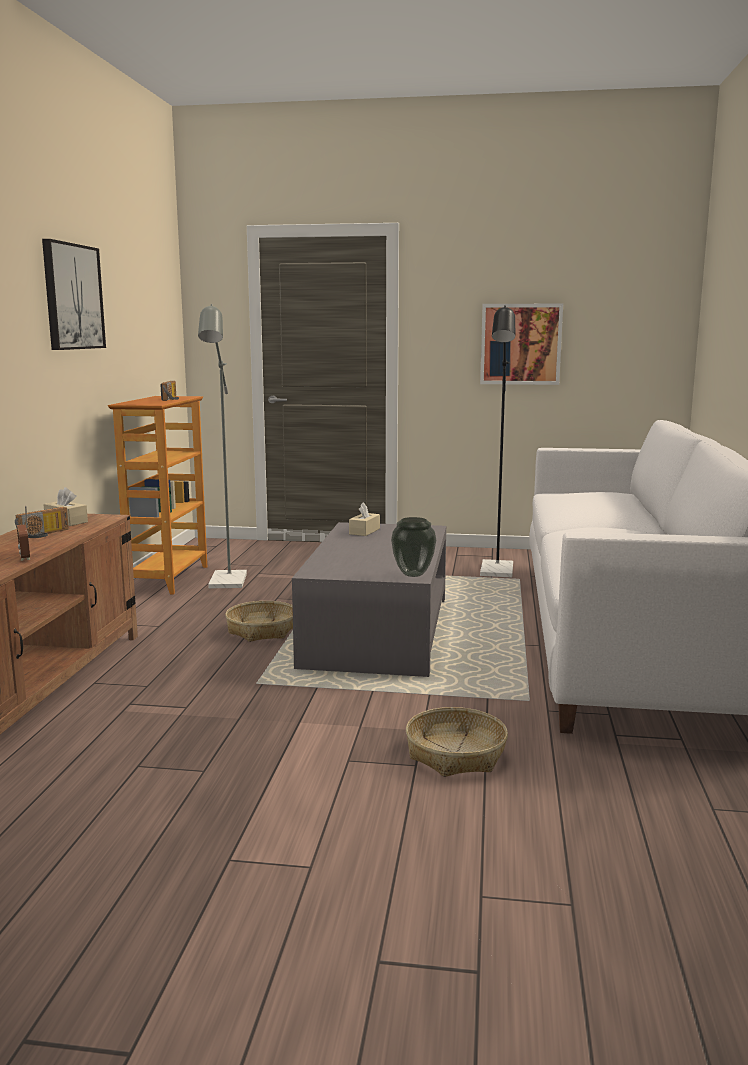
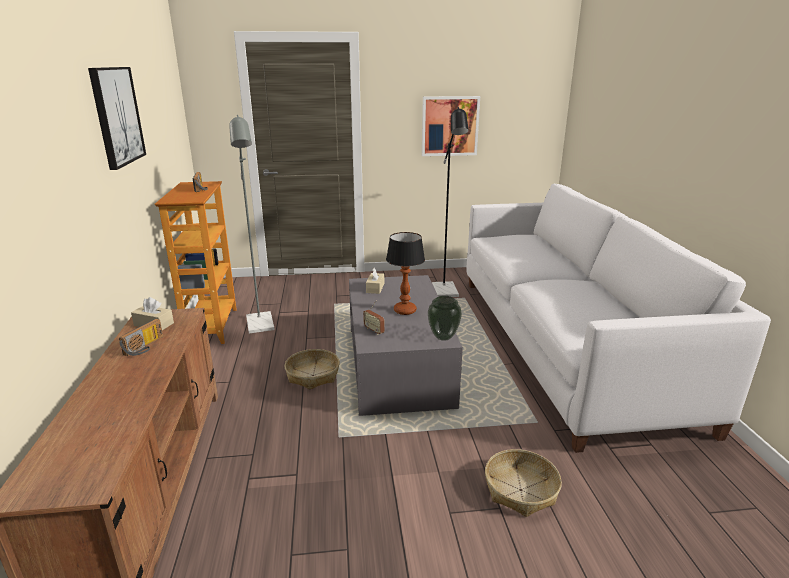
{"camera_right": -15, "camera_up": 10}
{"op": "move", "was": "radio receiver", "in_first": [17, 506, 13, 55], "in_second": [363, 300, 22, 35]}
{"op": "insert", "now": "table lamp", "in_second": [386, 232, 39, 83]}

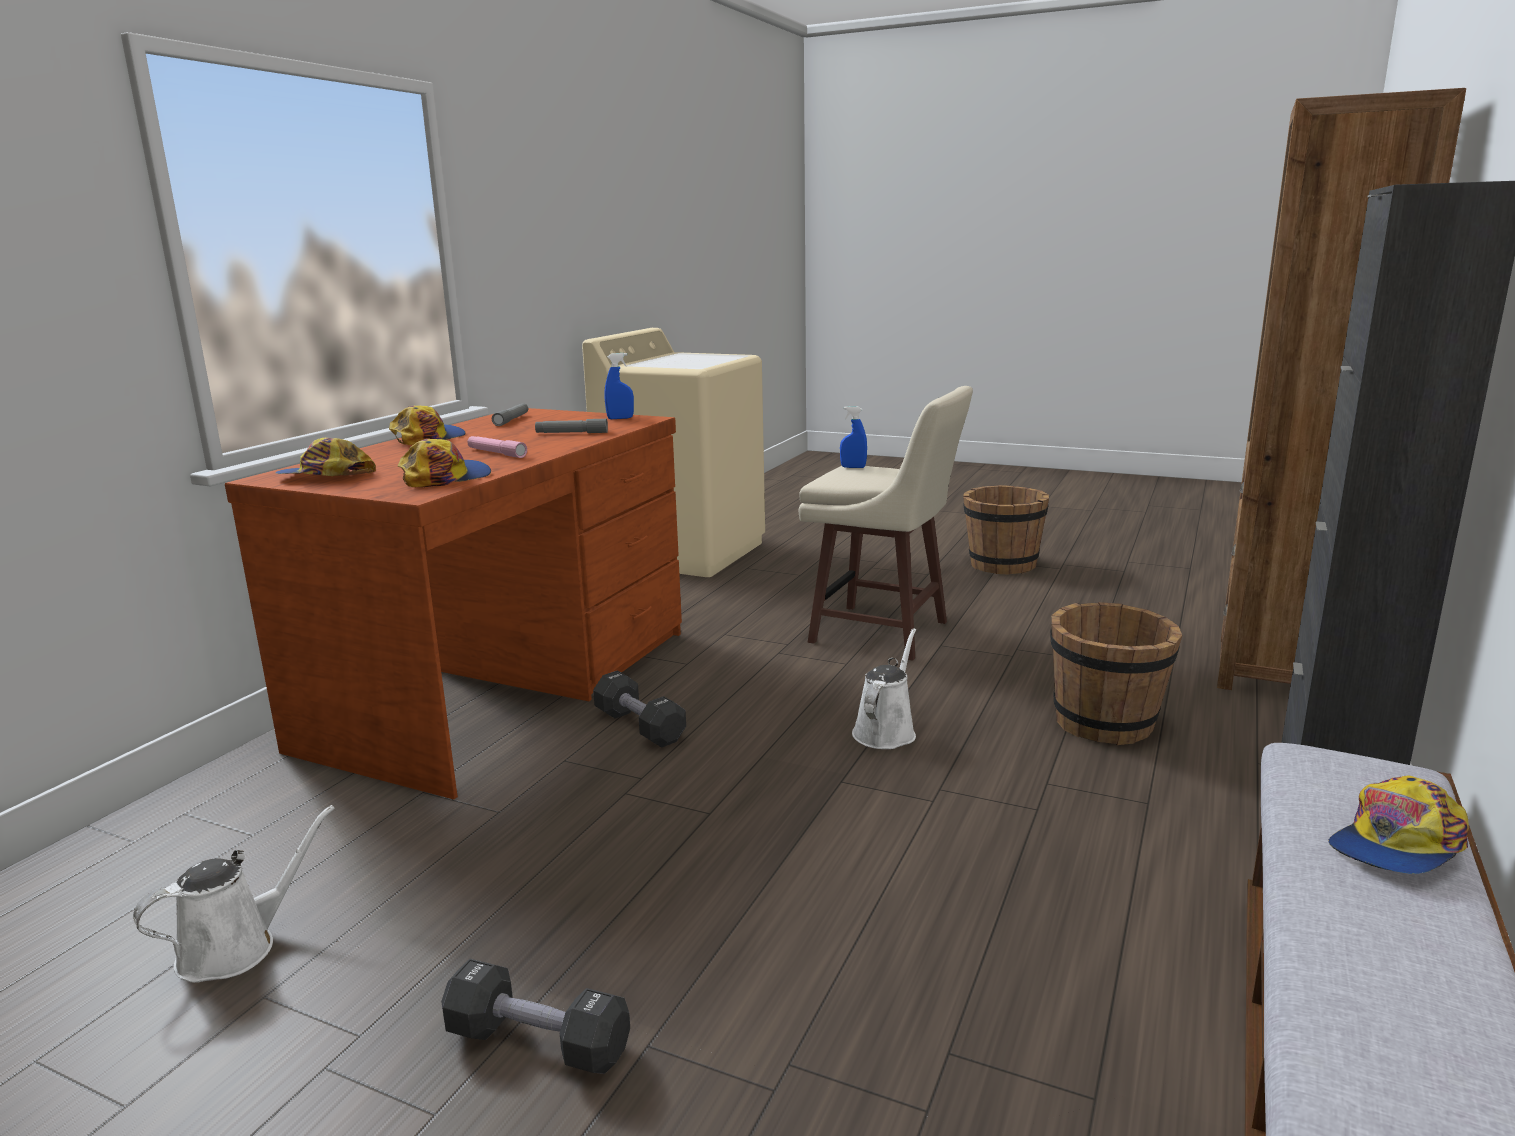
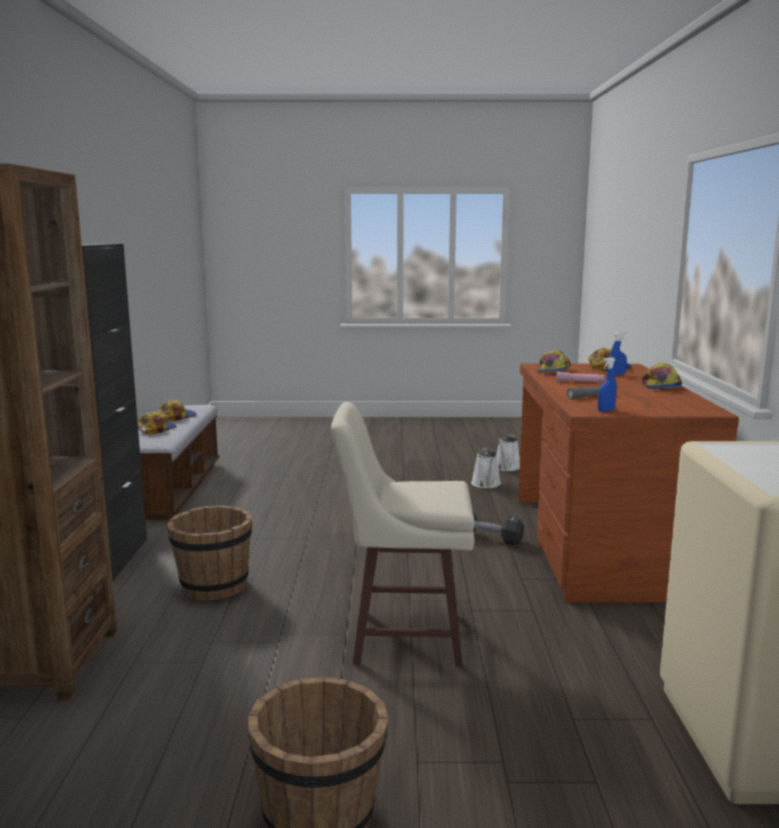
{"camera_right": 155, "camera_up": -5}
{"op": "delete", "was": "blackish hand weight", "in_first": [441, 959, 189, 115]}
{"op": "delete", "was": "grey flashlight", "in_first": [492, 403, 36, 23]}
{"op": "move", "was": "blue-coloured spray bottle", "in_first": [840, 406, 27, 62], "in_second": [609, 332, 18, 43]}
{"op": "move", "was": "white-coloured sprinkling can", "in_first": [852, 628, 64, 121], "in_second": [471, 449, 30, 39]}
{"op": "insert", "now": "cap", "in_second": [158, 401, 38, 20]}

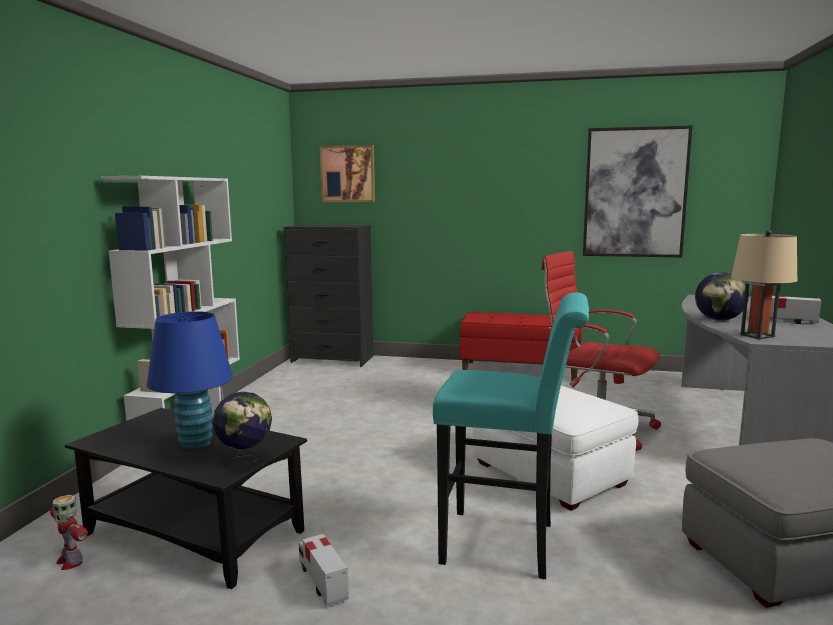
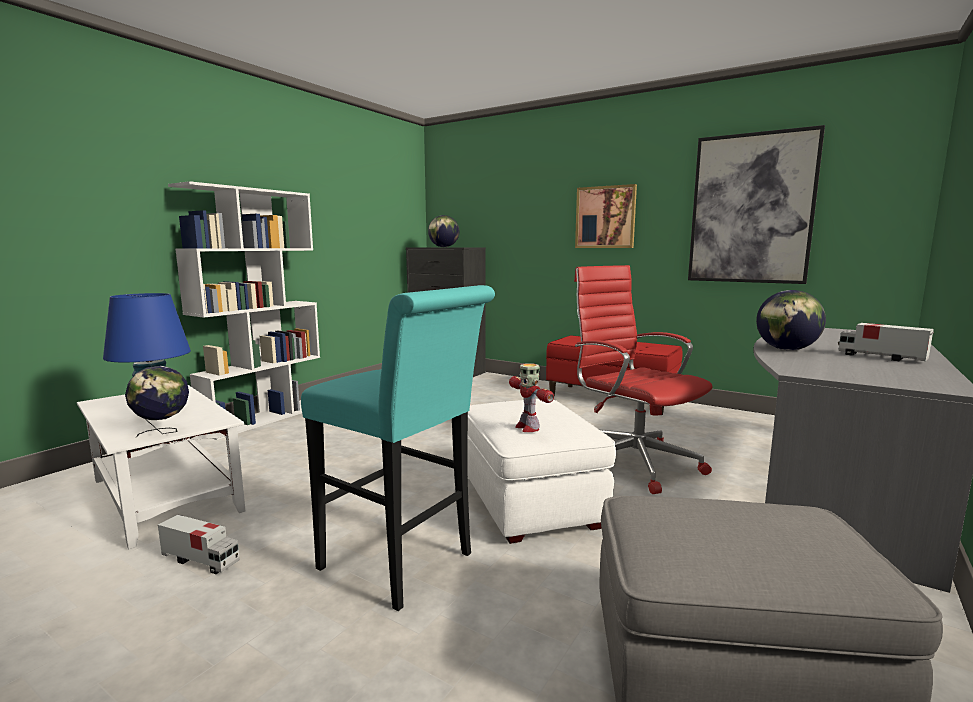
{"camera_right": 20, "camera_up": 0}
{"op": "move", "was": "robot figure", "in_first": [50, 495, 38, 75], "in_second": [509, 363, 45, 69]}
{"op": "recolor", "was": "blackish low table", "now": "white-coloured low table", "in_first": [65, 408, 242, 181], "in_second": [77, 385, 168, 164]}
{"op": "rotate", "was": "model truck", "in_first": [299, 534, 50, 72], "in_second": [158, 515, 82, 59], "clockwise": 120}
{"op": "move", "was": "picture", "in_first": [320, 145, 55, 57], "in_second": [575, 184, 62, 64]}
{"op": "delete", "was": "beige table lamp", "in_first": [731, 230, 67, 109]}
{"op": "insert", "now": "world globe", "in_second": [428, 215, 31, 32]}

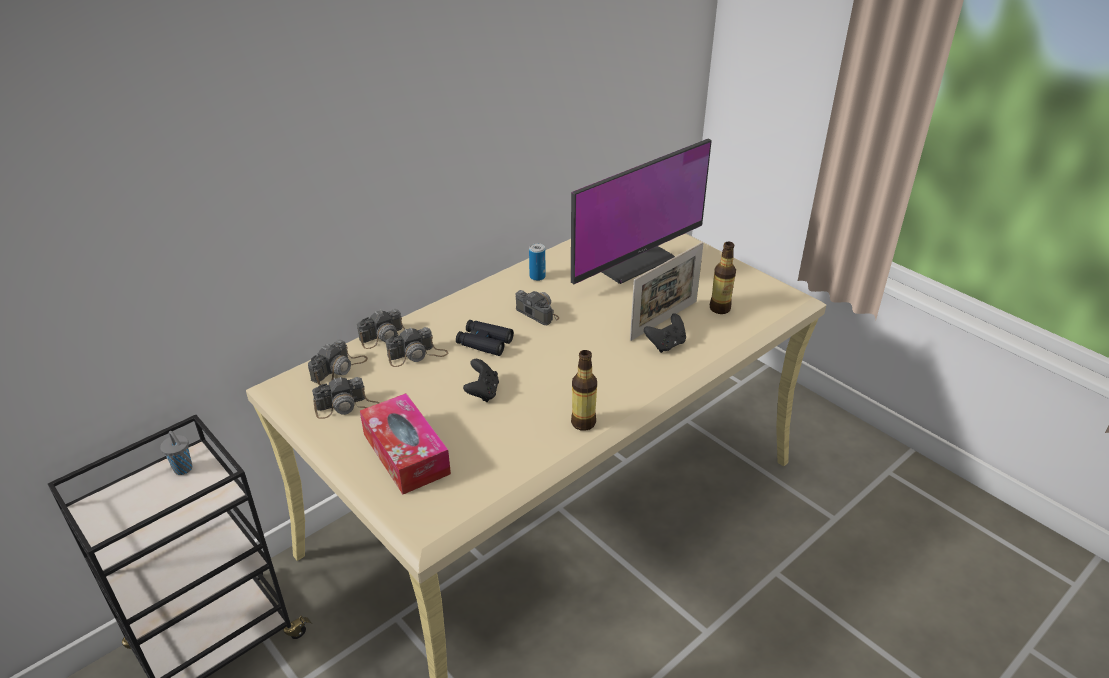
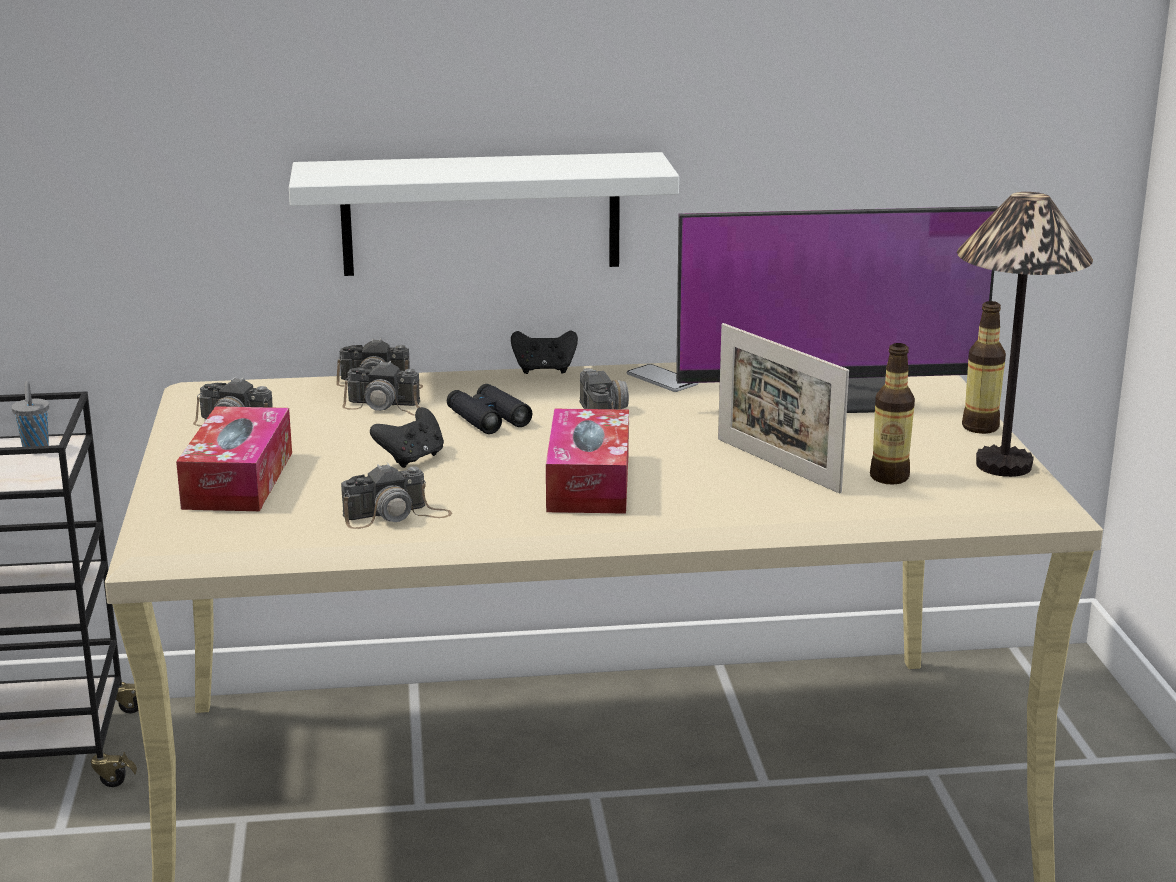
{"camera_right": 35, "camera_up": -15}
{"op": "move", "was": "still camera", "in_first": [308, 339, 60, 46], "in_second": [341, 463, 111, 66]}
{"op": "replace", "was": "can", "now": "telephone", "in_first": [529, 243, 16, 38], "in_second": [627, 364, 72, 28]}
{"op": "move", "was": "drink bottle", "in_first": [571, 350, 26, 81], "in_second": [962, 301, 44, 133]}
{"op": "rotate", "was": "photo frame", "in_first": [630, 242, 74, 99], "in_second": [718, 323, 131, 171], "clockwise": 60}
{"op": "move", "was": "blackish game controller", "in_first": [644, 313, 42, 40], "in_second": [511, 330, 67, 44]}
{"op": "insert", "now": "white-coloured wall shelf", "in_second": [289, 152, 390, 124]}
{"op": "insert", "now": "tissue box", "in_second": [546, 409, 83, 105]}
{"op": "insert", "now": "table lamp", "in_second": [957, 192, 136, 285]}

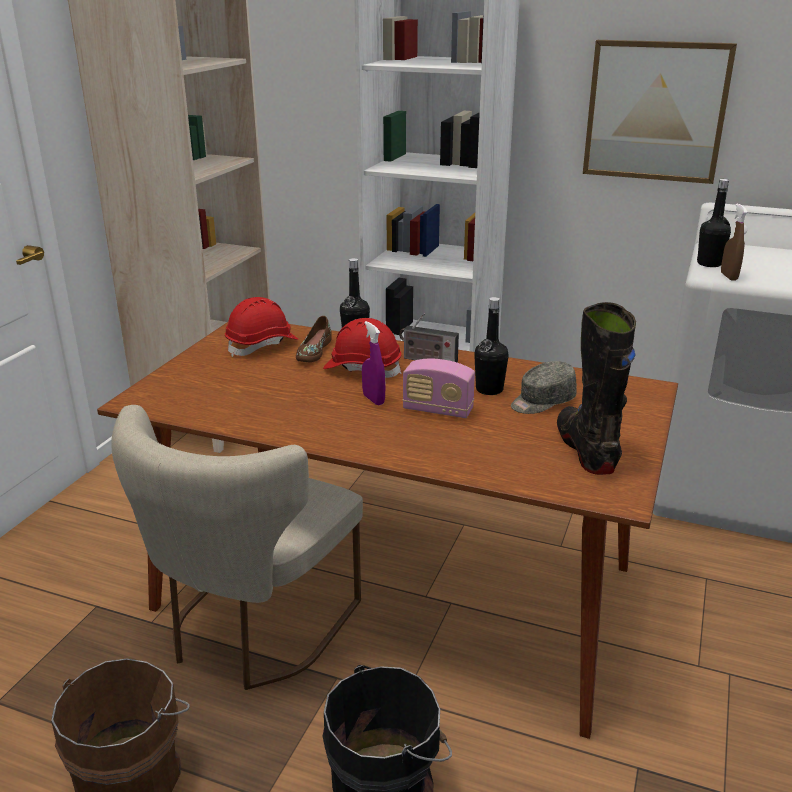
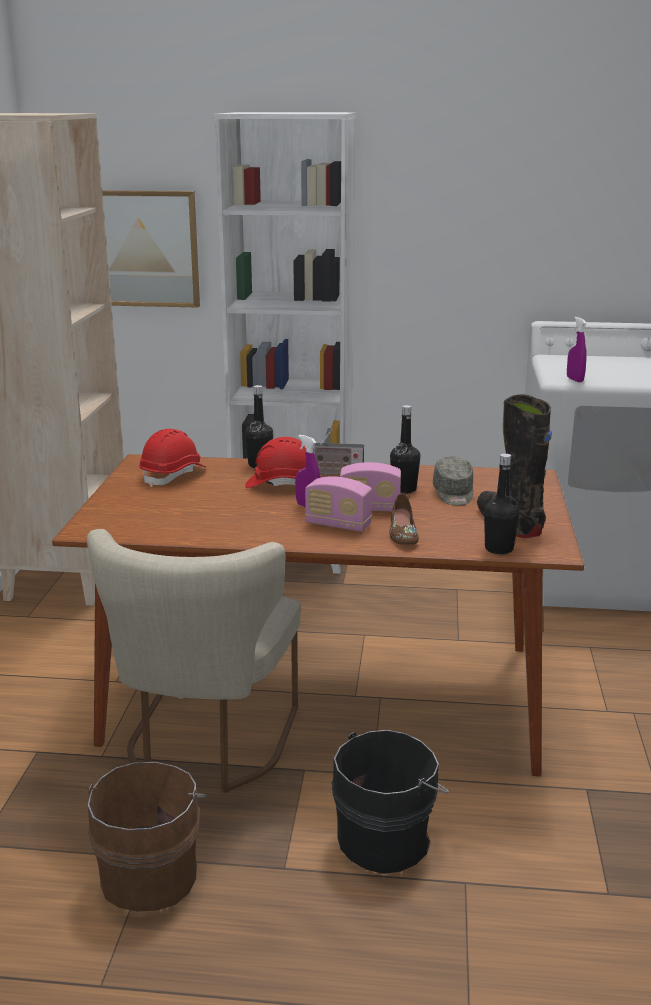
{"camera_right": -15, "camera_up": -5}
{"op": "move", "was": "brownish item of footwear", "in_first": [296, 316, 36, 47], "in_second": [389, 493, 30, 52]}
{"op": "rotate", "was": "grey cap", "in_first": [511, 361, 66, 53], "in_second": [433, 456, 41, 49], "clockwise": -45}
{"op": "move", "was": "picture", "in_first": [583, 40, 154, 144], "in_second": [102, 190, 98, 118]}
{"op": "move", "was": "blackish drink bottle", "in_first": [697, 179, 34, 88], "in_second": [484, 453, 36, 101]}
{"op": "recolor", "was": "brownish spray bottle", "now": "purple spray bottle", "in_first": [721, 203, 27, 78], "in_second": [567, 317, 20, 65]}
{"op": "insert", "now": "radio receiver", "in_second": [305, 476, 67, 56]}

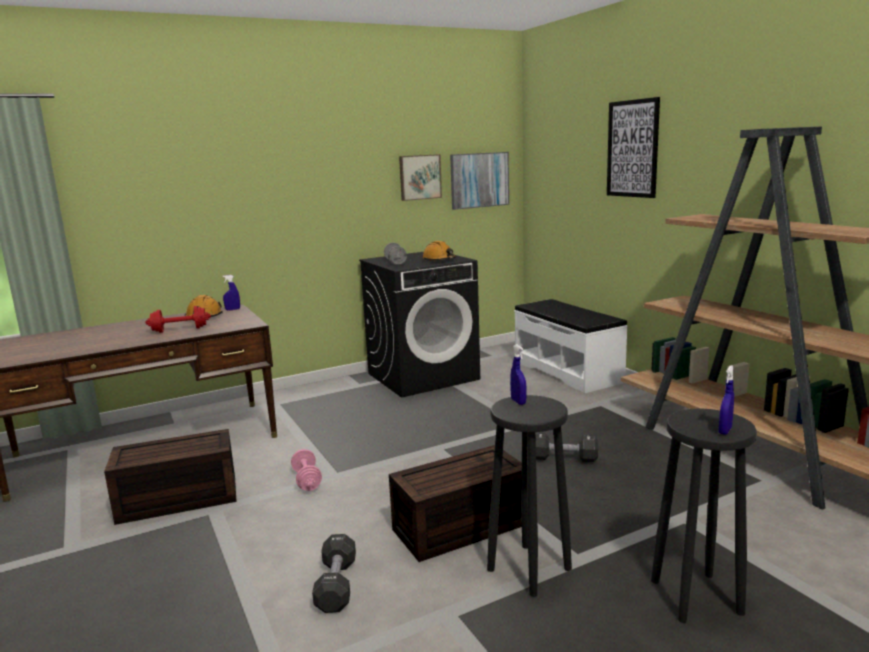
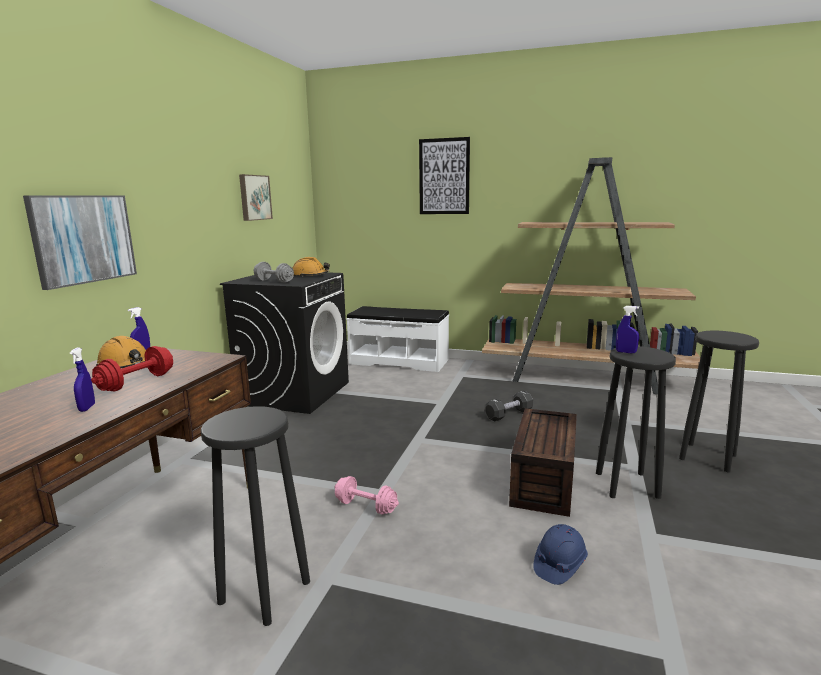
{"camera_right": -45, "camera_up": 0}
{"op": "replace", "was": "brownish storage bin", "now": "blackish stool seat", "in_first": [104, 429, 133, 96], "in_second": [201, 406, 109, 220]}
{"op": "replace", "was": "blackish hand weight", "now": "blue-coloured work helmet", "in_first": [312, 534, 44, 79], "in_second": [533, 524, 55, 61]}
{"op": "move", "was": "picture", "in_first": [450, 152, 59, 58], "in_second": [23, 195, 114, 95]}
{"op": "move", "was": "blue-coloured spray bottle", "in_first": [719, 365, 15, 70], "in_second": [70, 347, 25, 65]}

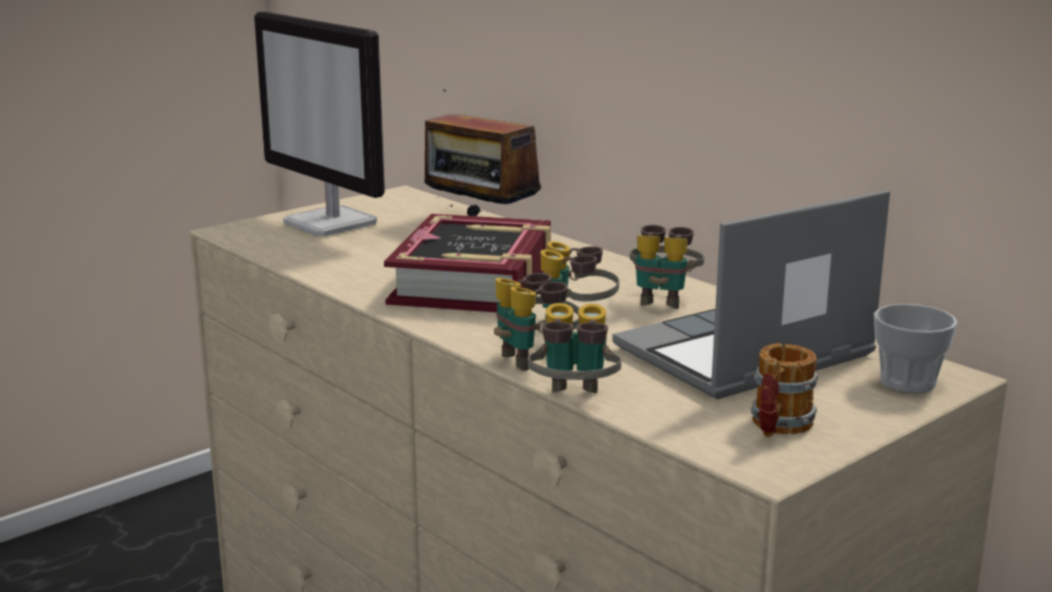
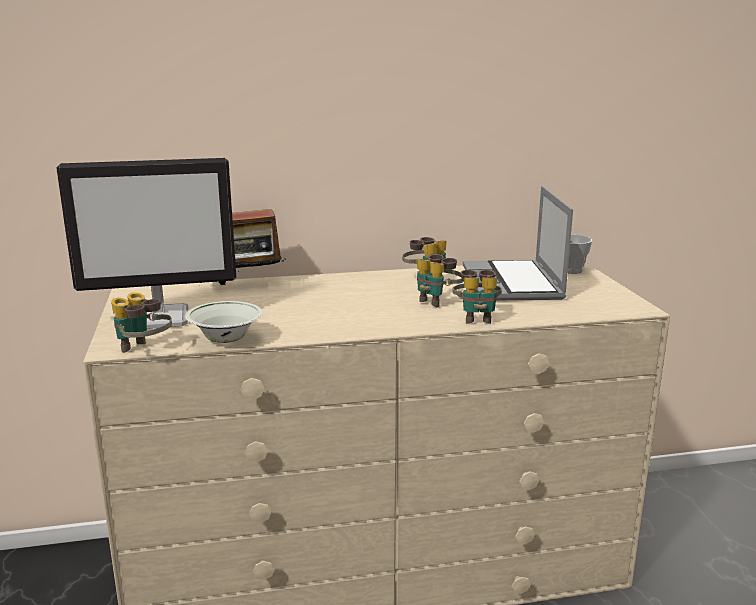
{"camera_right": -60, "camera_up": 0}
{"op": "delete", "was": "book", "in_first": [384, 214, 167, 99]}
{"op": "move", "was": "pair of binoculars", "in_first": [528, 303, 93, 90], "in_second": [111, 292, 61, 61]}
{"op": "delete", "was": "mug", "in_first": [750, 343, 69, 94]}
{"op": "insert", "now": "white-coloured deep dish", "in_second": [185, 301, 78, 42]}

